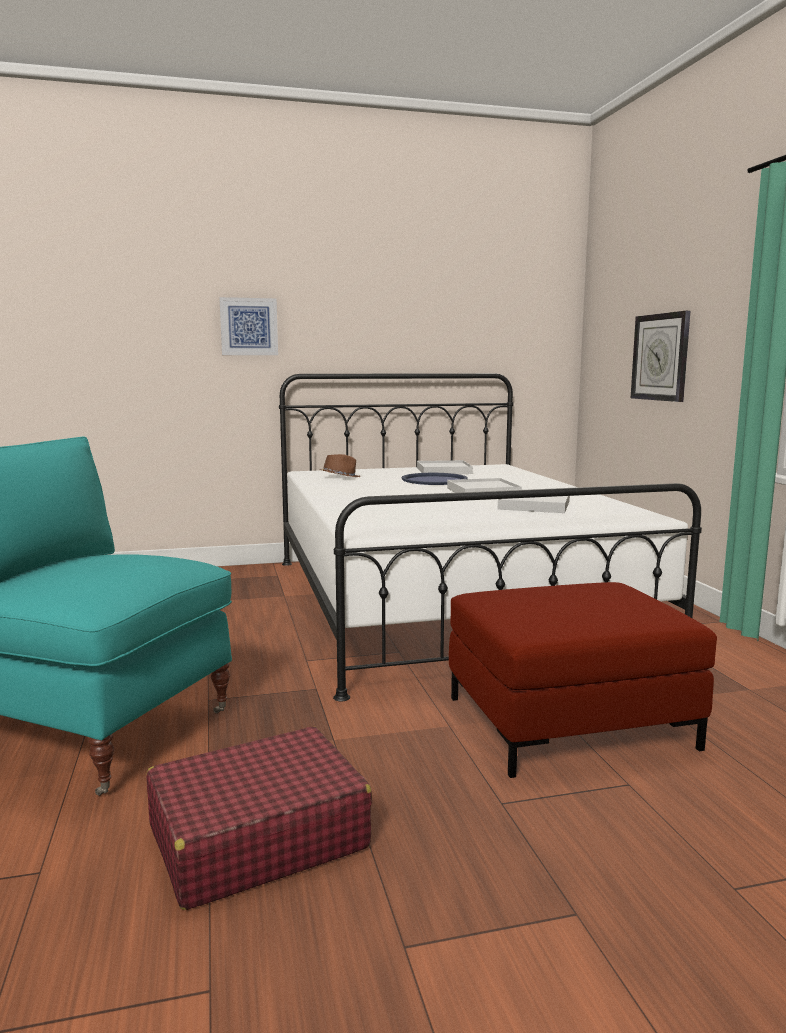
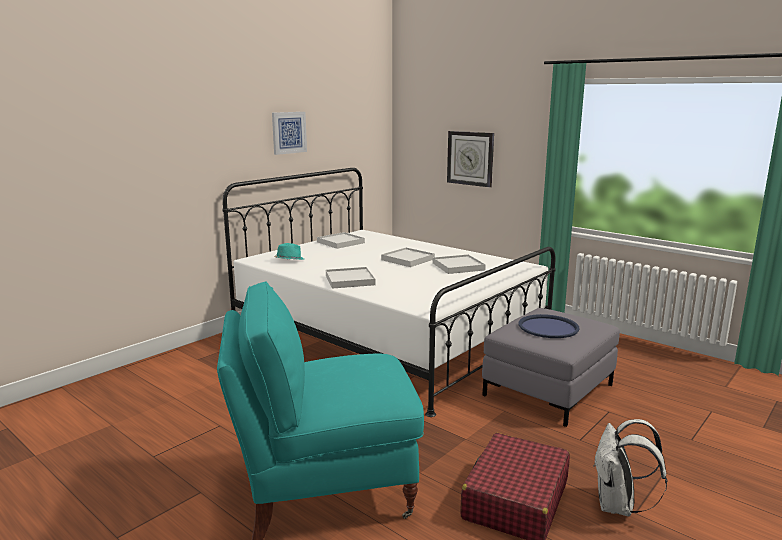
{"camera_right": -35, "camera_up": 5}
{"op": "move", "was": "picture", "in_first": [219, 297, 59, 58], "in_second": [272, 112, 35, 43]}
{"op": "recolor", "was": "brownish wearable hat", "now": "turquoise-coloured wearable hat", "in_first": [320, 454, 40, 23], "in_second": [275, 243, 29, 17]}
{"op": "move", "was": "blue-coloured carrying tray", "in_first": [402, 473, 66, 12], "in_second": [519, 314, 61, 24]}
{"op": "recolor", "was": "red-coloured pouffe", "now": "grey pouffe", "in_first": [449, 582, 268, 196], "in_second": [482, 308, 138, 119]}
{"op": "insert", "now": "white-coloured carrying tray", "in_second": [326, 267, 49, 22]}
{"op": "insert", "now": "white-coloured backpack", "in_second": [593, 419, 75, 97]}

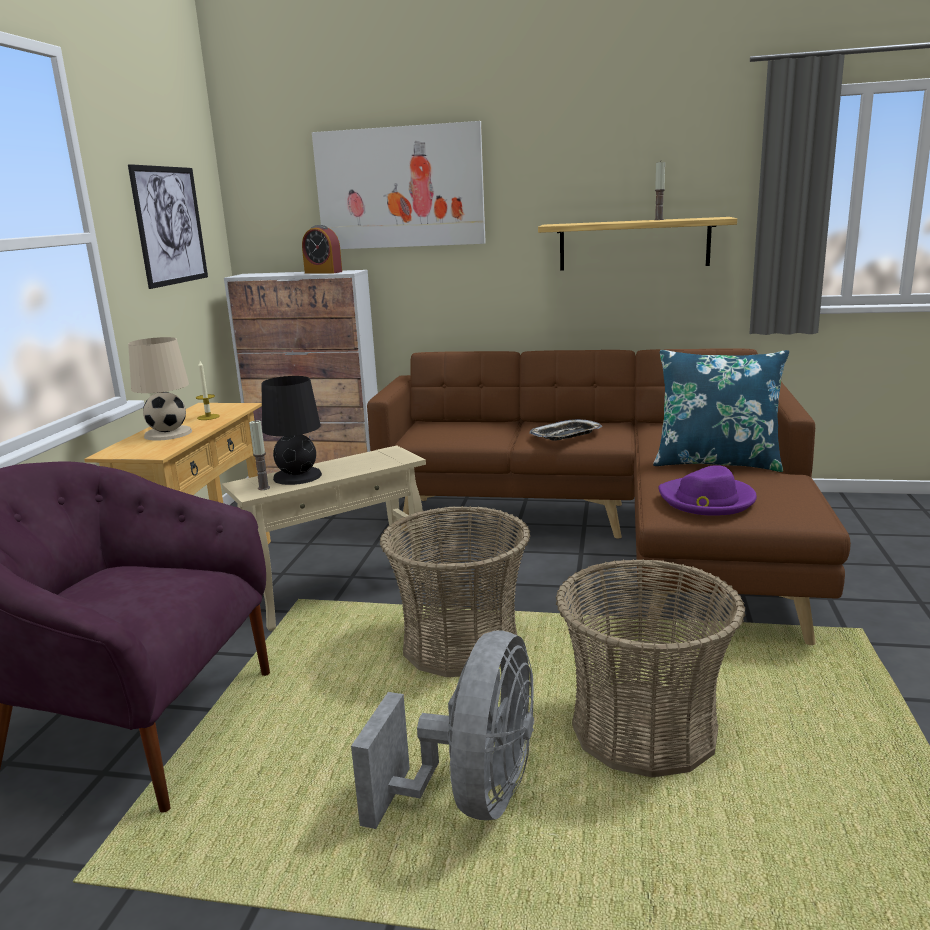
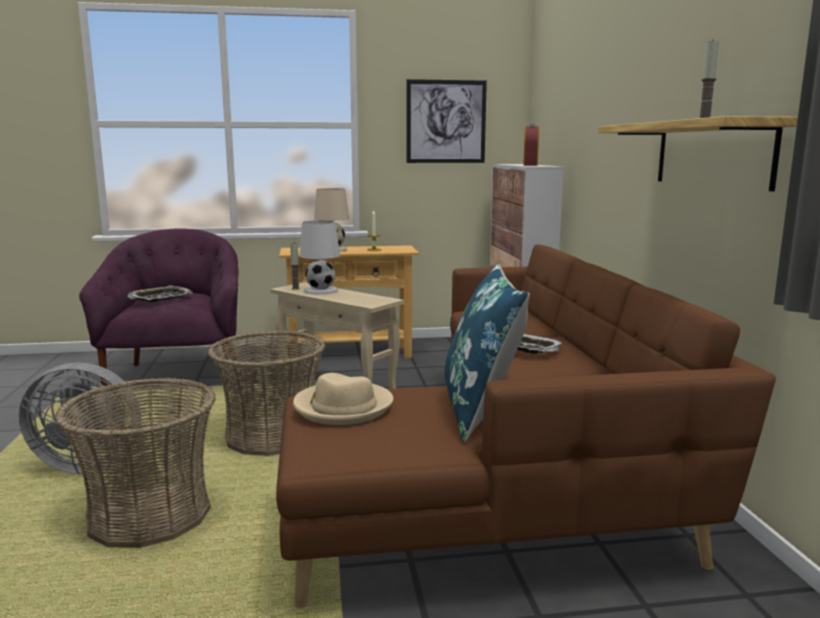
{"camera_right": 70, "camera_up": -5}
{"op": "recolor", "was": "blackish table lamp", "now": "white-coloured table lamp", "in_first": [261, 376, 61, 109], "in_second": [300, 220, 40, 75]}
{"op": "delete", "was": "picture", "in_first": [312, 121, 174, 128]}
{"op": "recolor", "was": "purple wearable hat", "now": "beige wearable hat", "in_first": [658, 465, 99, 51], "in_second": [293, 373, 100, 52]}
{"op": "insert", "now": "carrying tray", "in_second": [128, 285, 65, 17]}

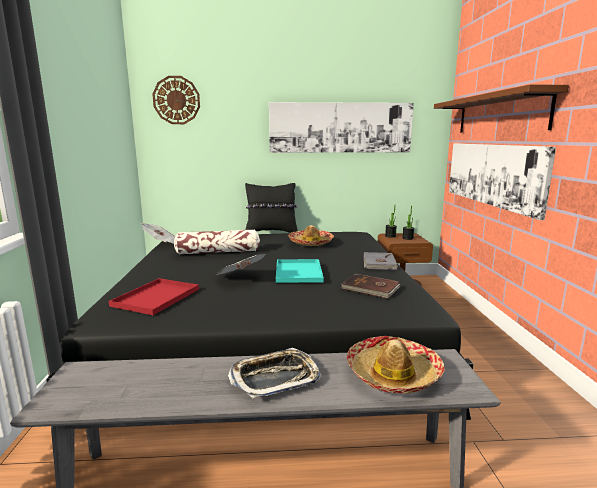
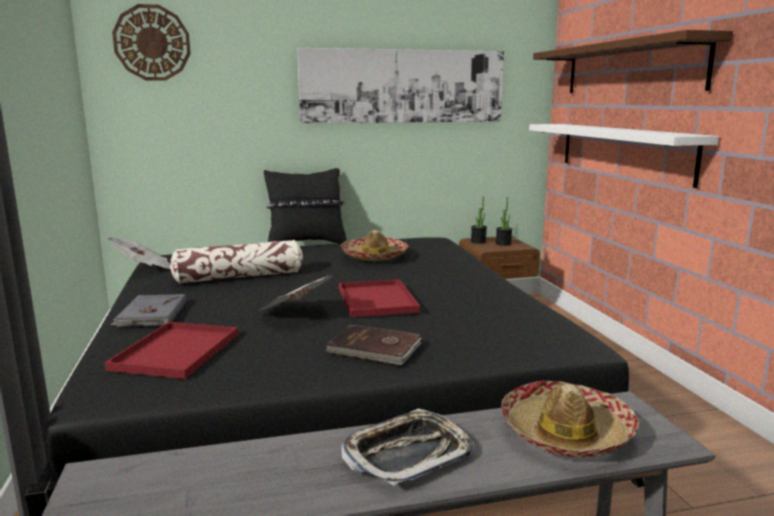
{"camera_right": -10, "camera_up": 0}
{"op": "recolor", "was": "turquoise-coloured carrying tray", "now": "red-coloured carrying tray", "in_first": [276, 259, 48, 24], "in_second": [339, 279, 81, 38]}
{"op": "move", "was": "brownish book", "in_first": [341, 274, 59, 25], "in_second": [325, 324, 97, 42]}
{"op": "move", "was": "grey book", "in_first": [363, 252, 35, 18], "in_second": [111, 294, 76, 33]}
{"op": "replace", "was": "picture", "now": "white-coloured wall shelf", "in_first": [449, 143, 107, 77], "in_second": [529, 124, 190, 64]}

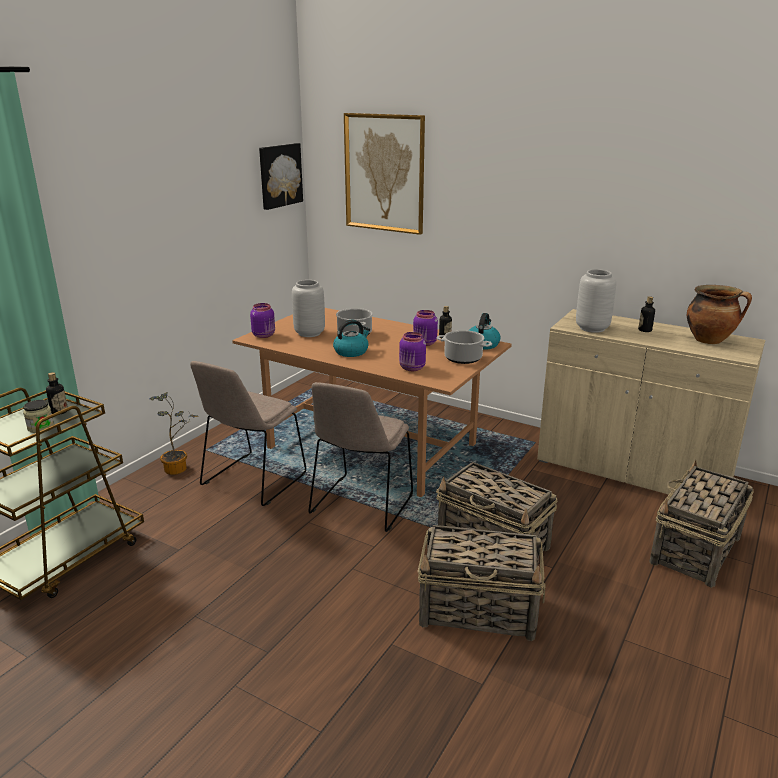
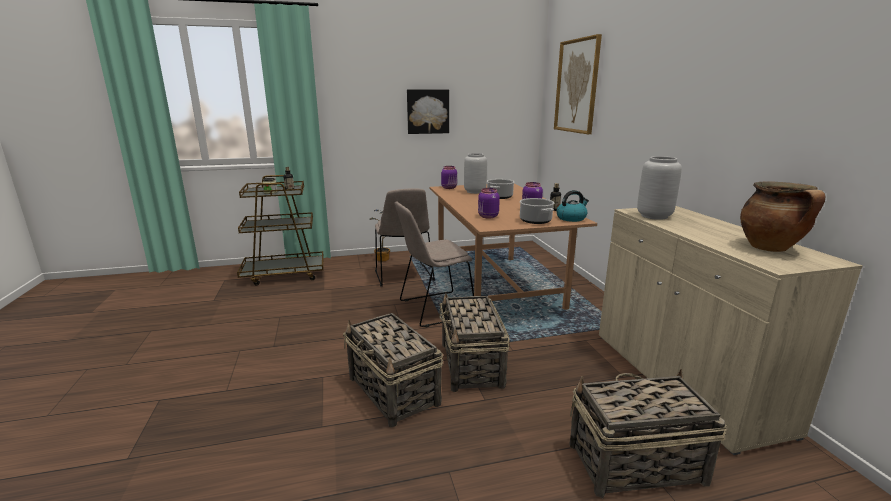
{"camera_right": 45, "camera_up": -5}
{"op": "rotate", "was": "beige chair", "in_first": [190, 361, 116, 145], "in_second": [375, 188, 60, 99], "clockwise": -90}
{"op": "move", "was": "picture", "in_first": [259, 143, 44, 67], "in_second": [407, 89, 42, 45]}
{"op": "delete", "was": "kettle", "in_first": [333, 320, 37, 37]}
{"op": "delete", "was": "drink bottle", "in_first": [638, 296, 17, 36]}

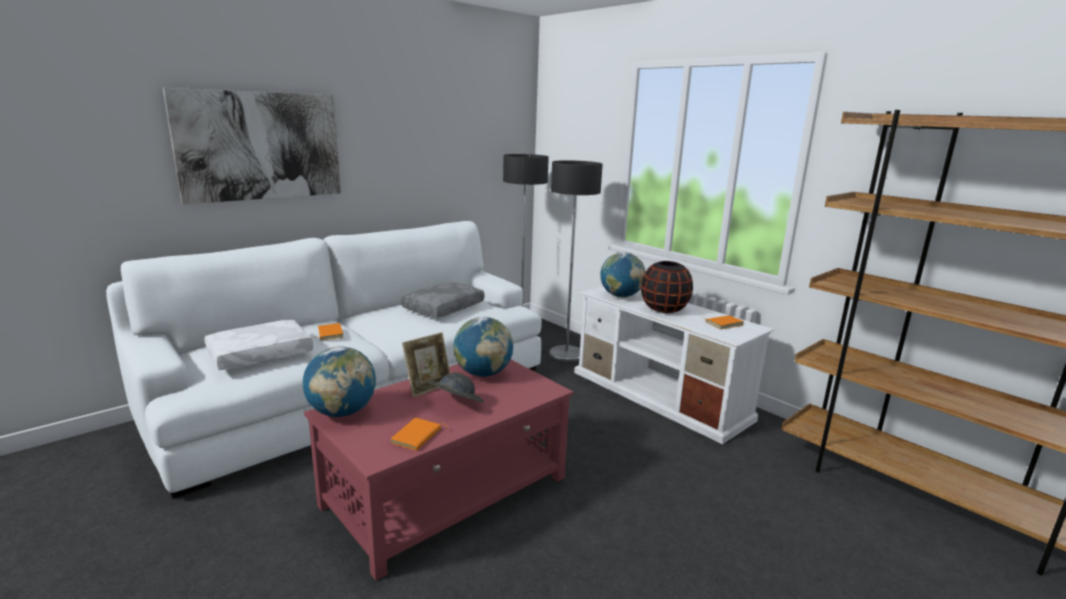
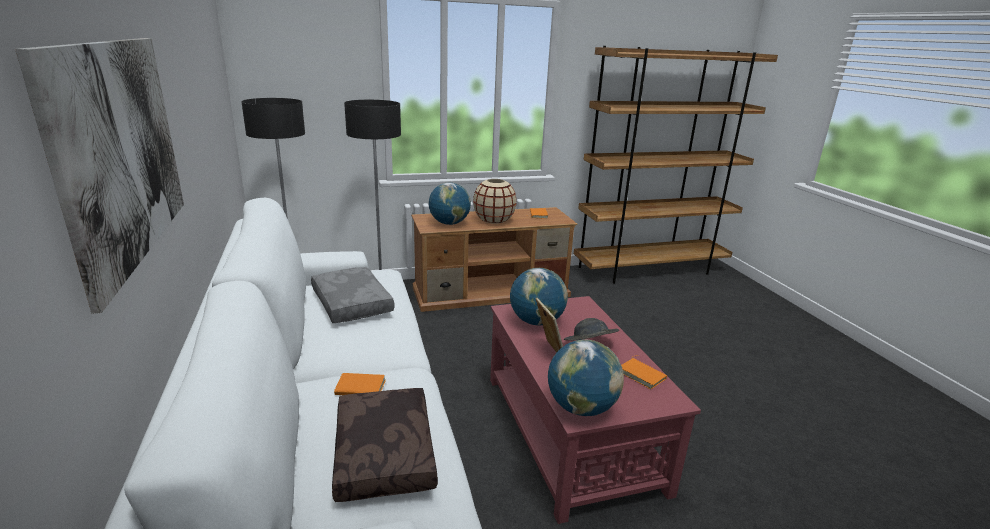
{"camera_right": -65, "camera_up": 5}
{"op": "recolor", "was": "white-coloured throw pillow", "now": "brownish throw pillow", "in_first": [205, 320, 108, 50], "in_second": [332, 388, 106, 114]}
{"op": "recolor", "was": "white-coloured tv stand", "now": "brownish tv stand", "in_first": [574, 287, 200, 157], "in_second": [411, 207, 166, 105]}
{"op": "recolor", "was": "blackish vase", "now": "beige vase", "in_first": [641, 261, 52, 52], "in_second": [473, 179, 44, 45]}

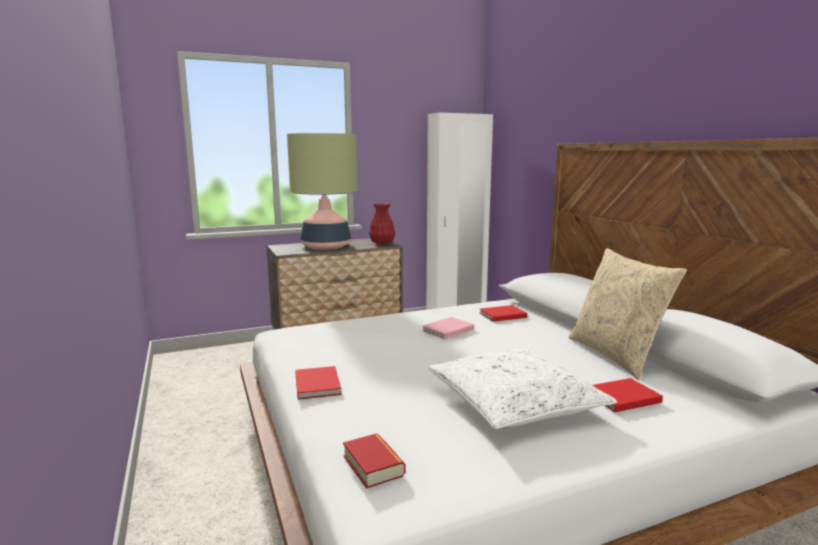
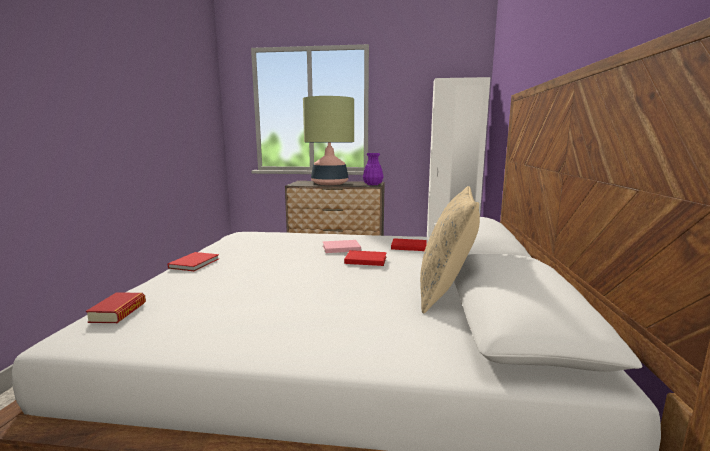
{"camera_right": 30, "camera_up": 0}
{"op": "recolor", "was": "red-coloured vase", "now": "purple vase", "in_first": [369, 203, 26, 42], "in_second": [363, 153, 21, 32]}
{"op": "delete", "was": "white-coloured throw pillow", "in_first": [428, 349, 189, 80]}
{"op": "move", "was": "red-coloured book", "in_first": [593, 378, 70, 34], "in_second": [344, 250, 43, 16]}

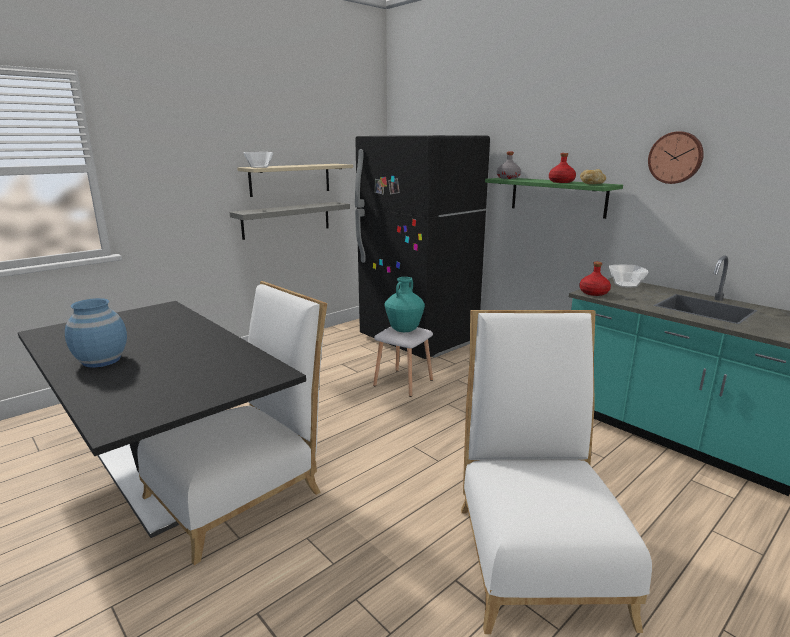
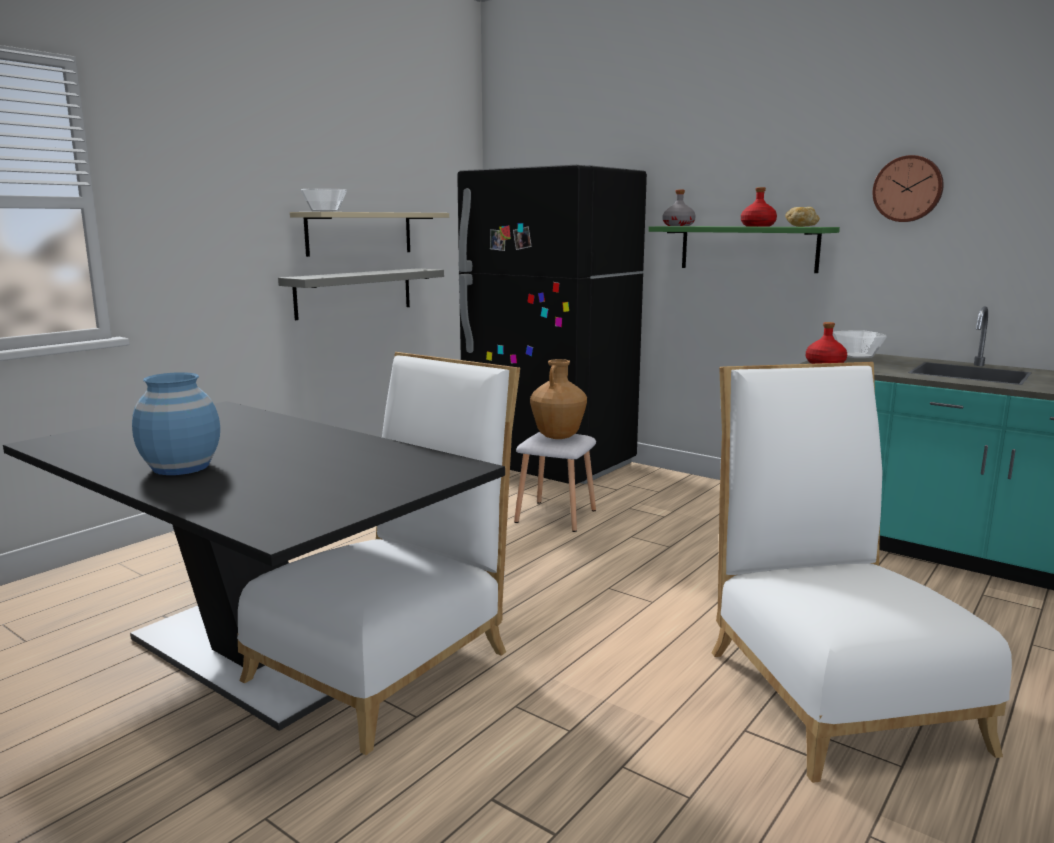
{"camera_right": -10, "camera_up": -5}
{"op": "recolor", "was": "turquoise-coloured vase", "now": "brownish vase", "in_first": [385, 277, 40, 55], "in_second": [530, 359, 57, 80]}

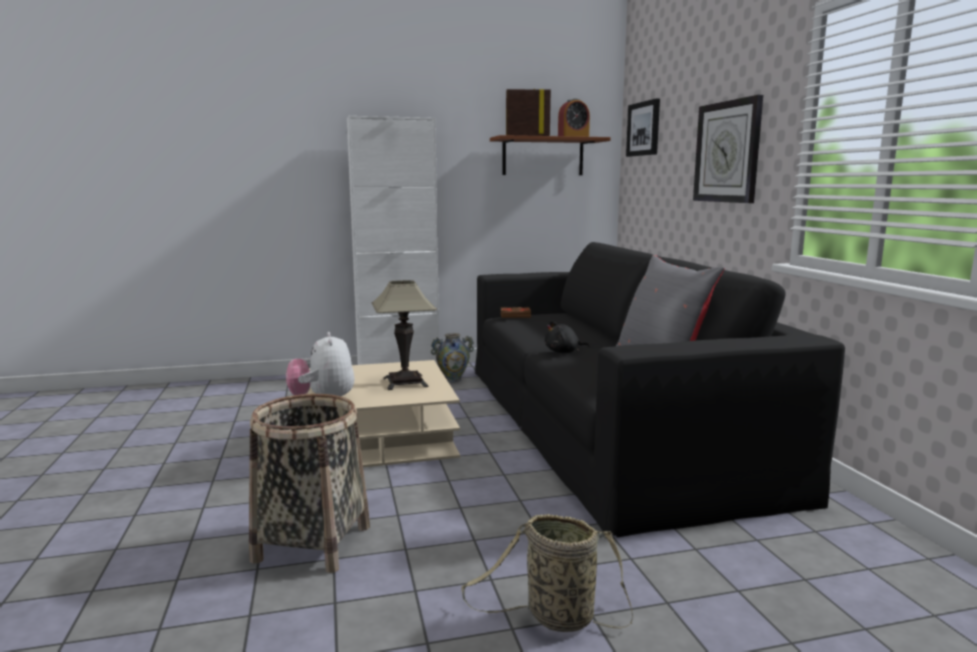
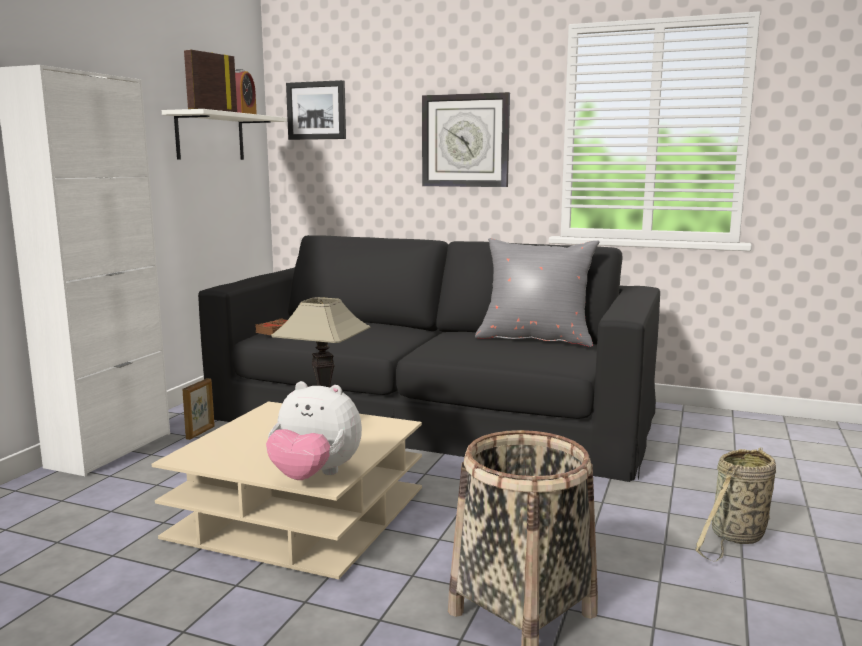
{"camera_right": -55, "camera_up": 0}
{"op": "replace", "was": "vase", "now": "photo frame", "in_first": [431, 333, 43, 49], "in_second": [182, 378, 33, 62]}
{"op": "recolor", "was": "brownish wall shelf", "now": "white-coloured wall shelf", "in_first": [490, 135, 121, 40], "in_second": [162, 109, 125, 51]}
{"op": "delete", "was": "blackish plush toy", "in_first": [545, 321, 45, 32]}

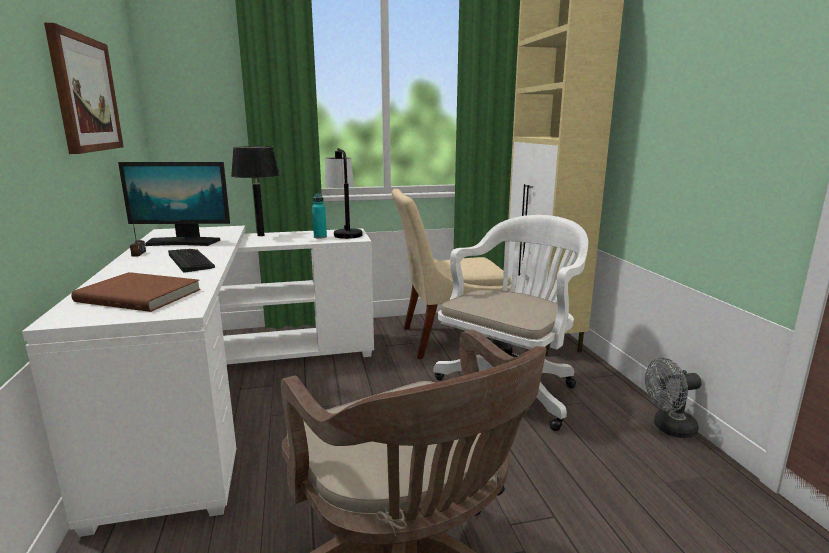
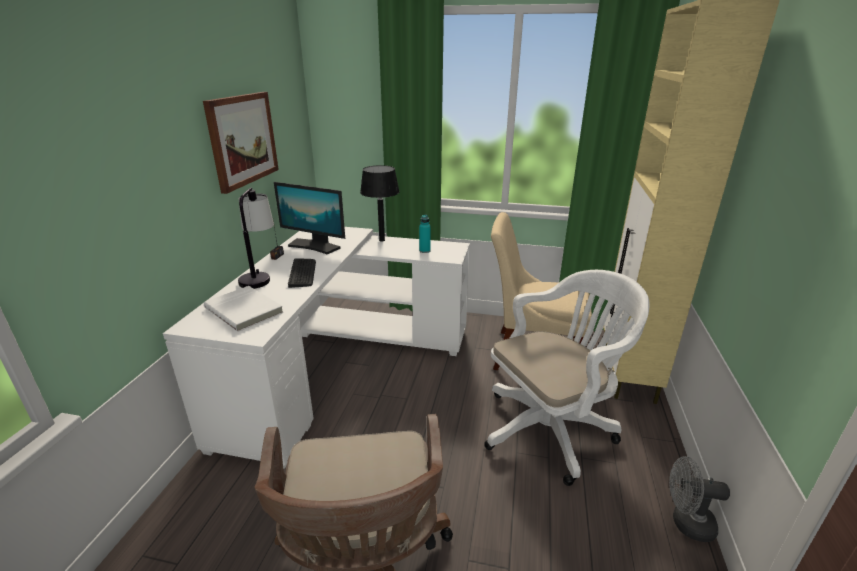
{"camera_right": 25, "camera_up": 10}
{"op": "recolor", "was": "brownish book", "now": "white-coloured book", "in_first": [71, 272, 130, 40], "in_second": [204, 286, 80, 46]}
{"op": "move", "was": "table lamp", "in_first": [325, 148, 37, 91], "in_second": [238, 188, 36, 101]}

